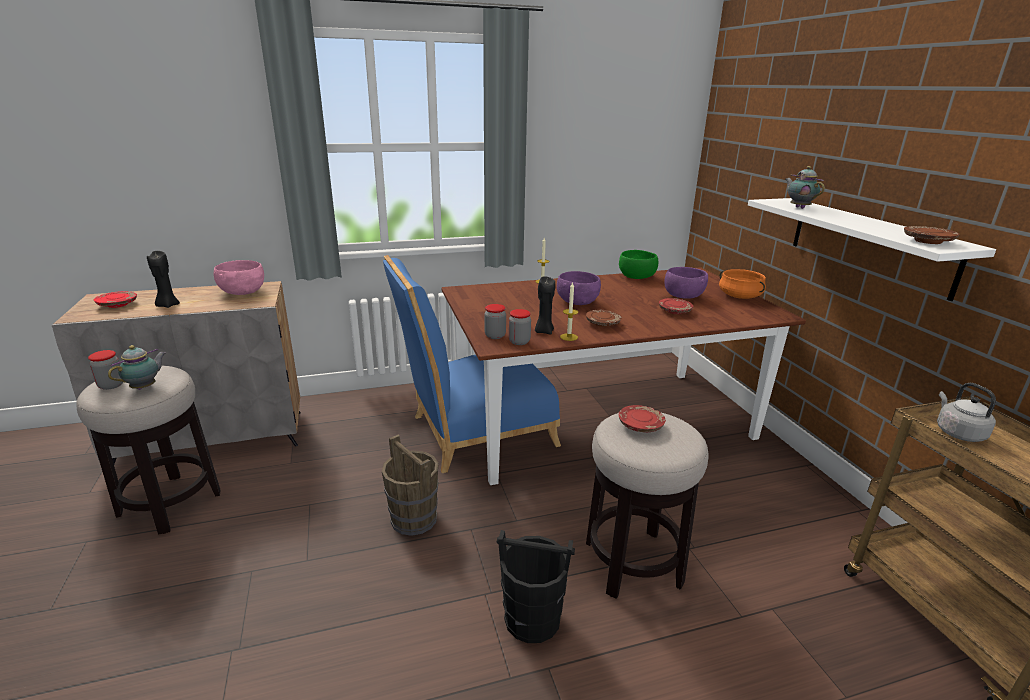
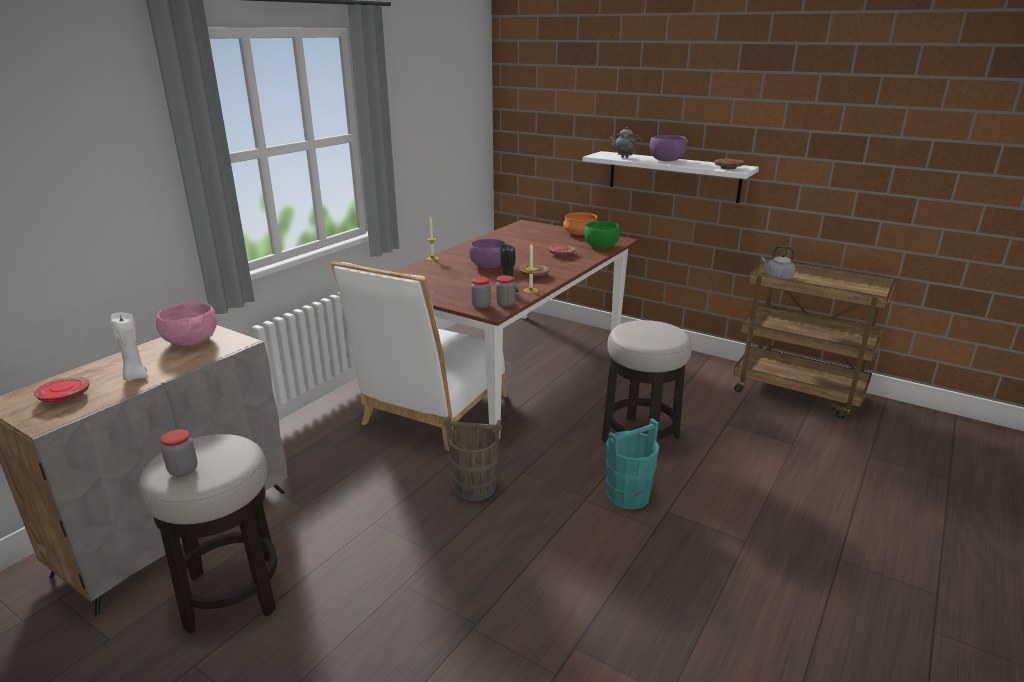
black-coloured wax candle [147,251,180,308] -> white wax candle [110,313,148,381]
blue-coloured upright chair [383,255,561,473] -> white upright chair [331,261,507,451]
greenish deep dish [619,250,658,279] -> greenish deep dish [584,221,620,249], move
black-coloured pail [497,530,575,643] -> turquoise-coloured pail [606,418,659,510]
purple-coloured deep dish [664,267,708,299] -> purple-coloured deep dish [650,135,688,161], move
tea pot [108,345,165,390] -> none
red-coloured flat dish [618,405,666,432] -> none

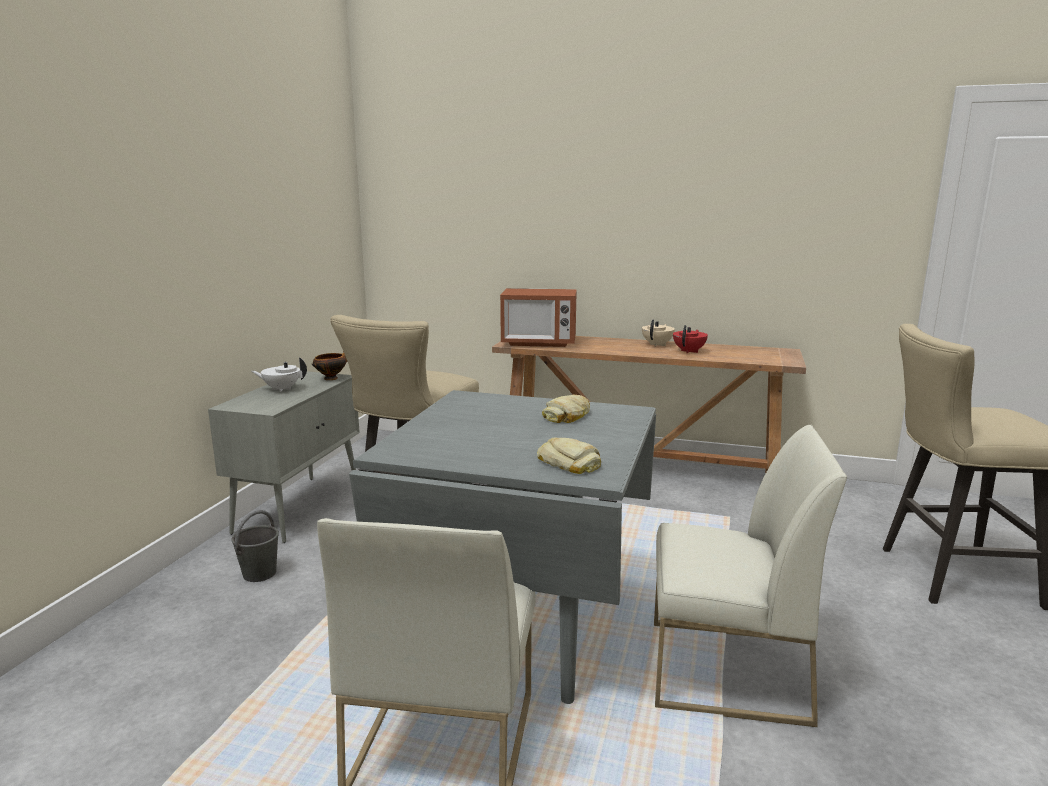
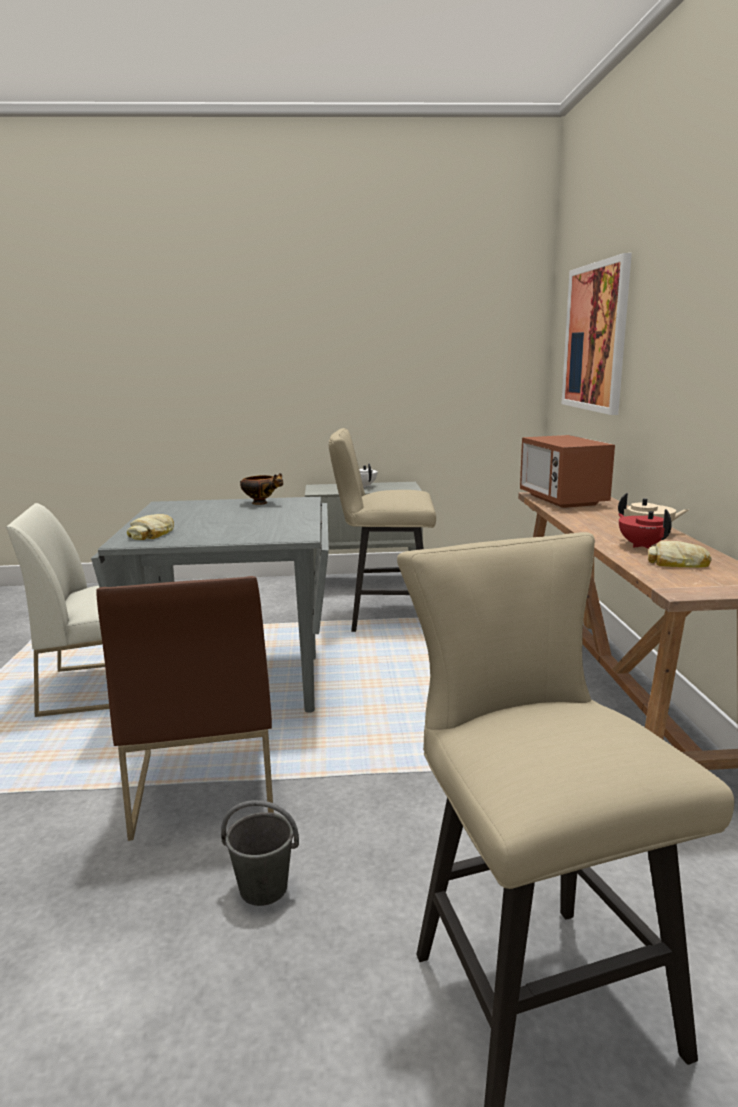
white upright chair [654,425,847,727] -> brown-coloured upright chair [96,576,274,841]
greyish pail [231,510,279,582] -> greyish pail [221,800,299,906], move
deep dish [312,351,347,380] -> deep dish [240,473,283,505], move
none -> wall picture [561,253,632,415]
red-coloured tea pot [673,325,708,353] -> red-coloured tea pot [618,509,672,549], 120 degrees counterclockwise
bakery bread [542,395,590,423] -> bakery bread [648,541,712,568], move

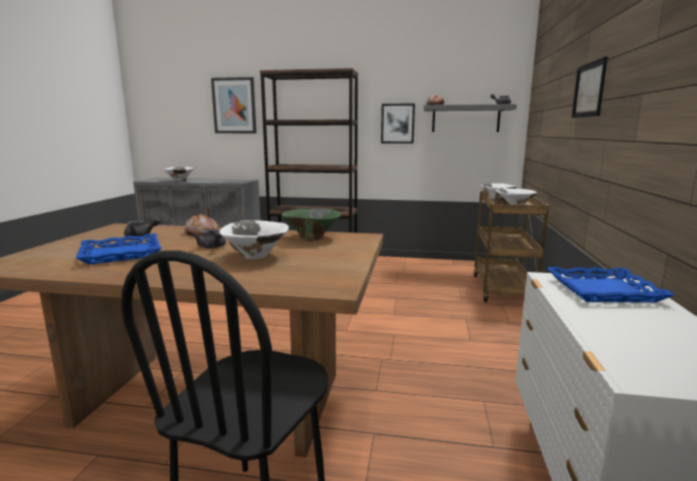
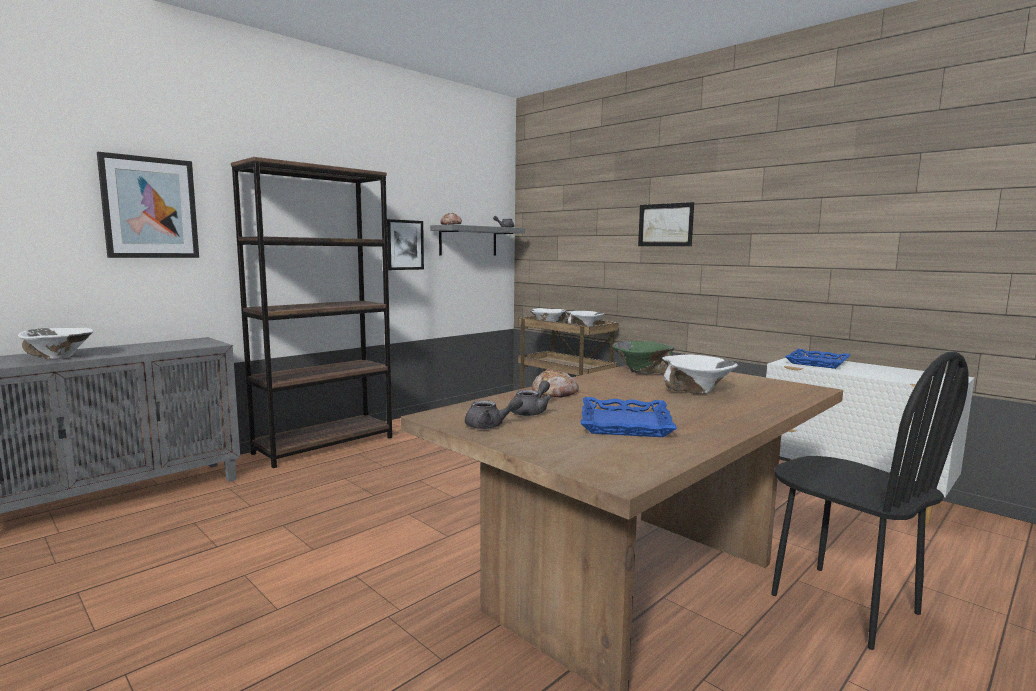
greyish tea pot [193,229,226,249] -> greyish tea pot [465,397,523,429], move

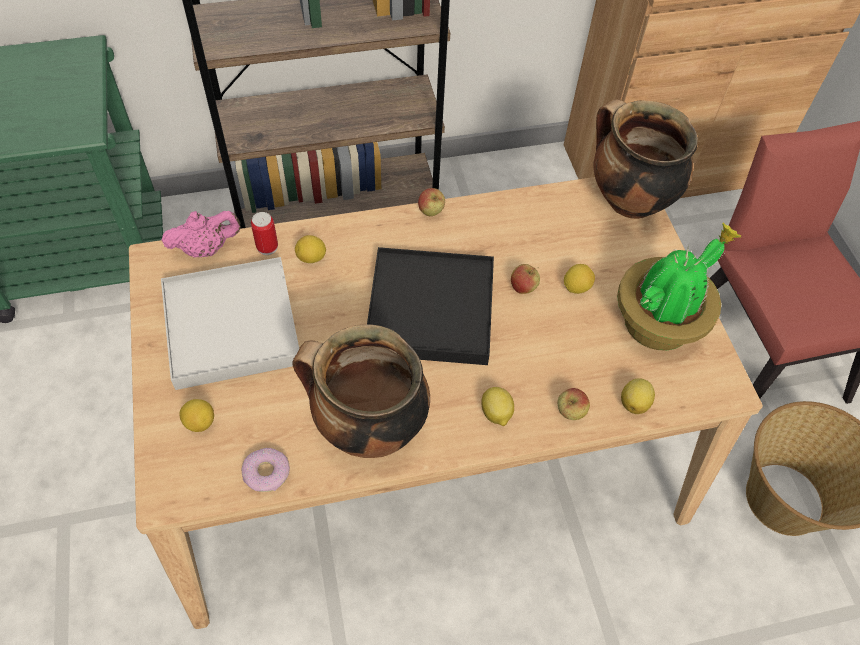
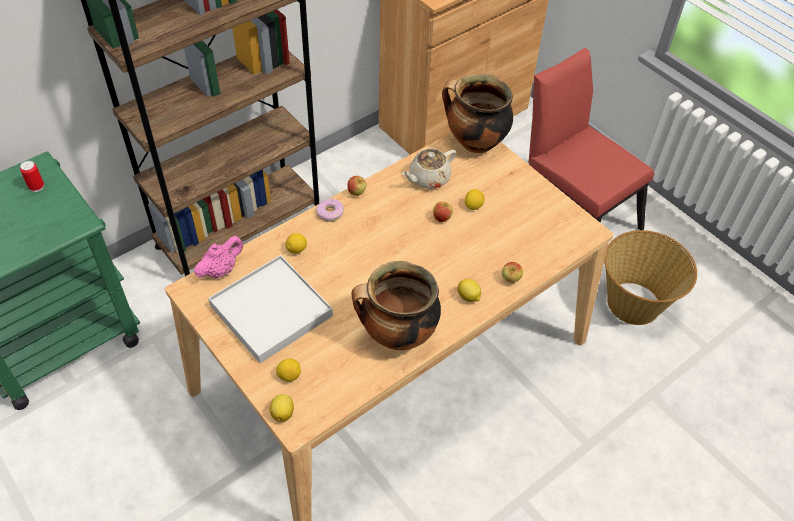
sealed can [251,212,278,255] -> sealed can [20,161,44,192], move
lemon [621,379,655,414] -> lemon [270,394,294,422], move
donut [242,448,290,492] -> donut [316,199,344,221], move
none -> beige-coloured tea pot [402,149,456,188]
black-coloured carrying tray [367,247,494,365] -> none
plant in a pot [617,222,741,350] -> none

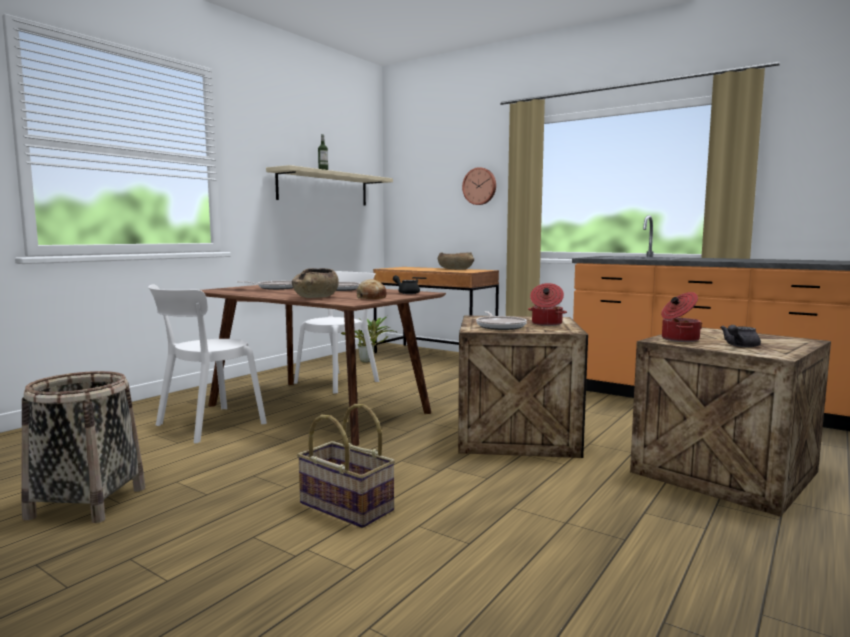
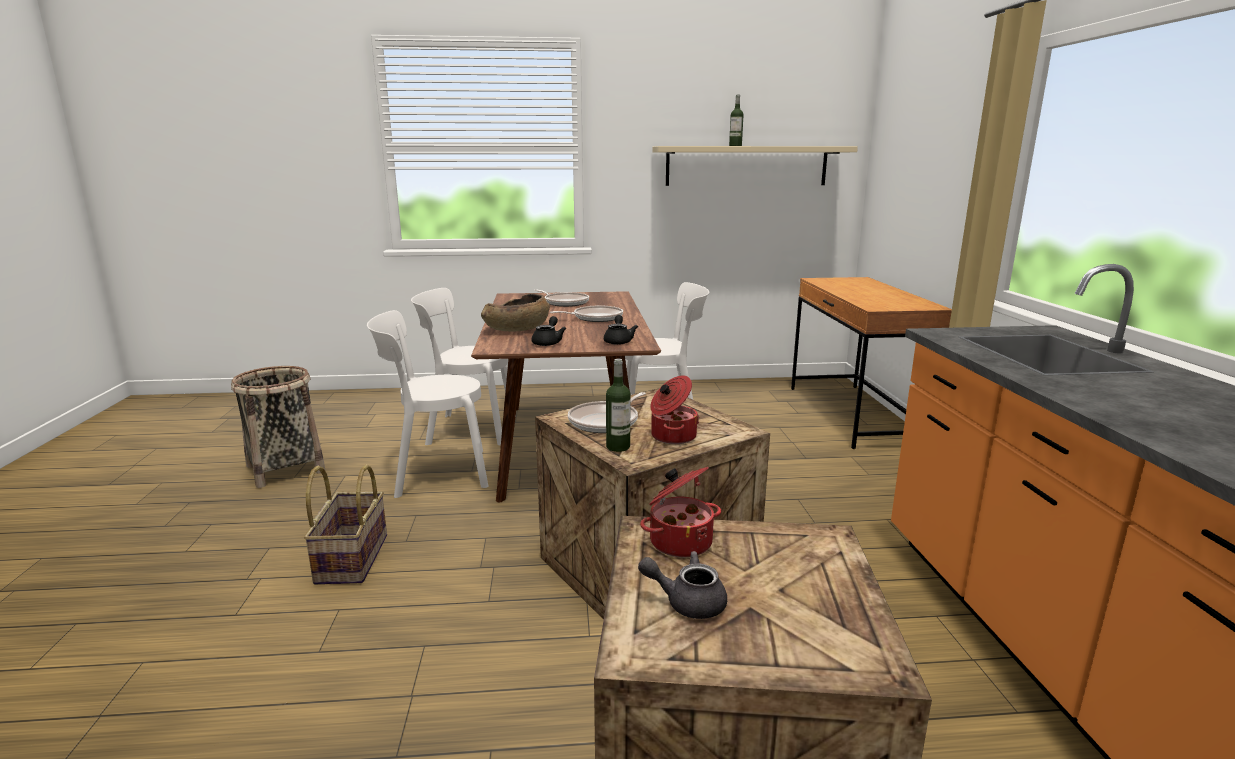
none -> white upright chair [367,310,488,498]
bakery bread [357,279,387,299] -> black-coloured tea pot [532,316,566,346]
none -> beverage bottle [606,359,631,452]
plant in a pot [341,315,398,362] -> none
brown-coloured deep dish [438,252,474,270] -> none
clock on the wall [462,167,496,205] -> none

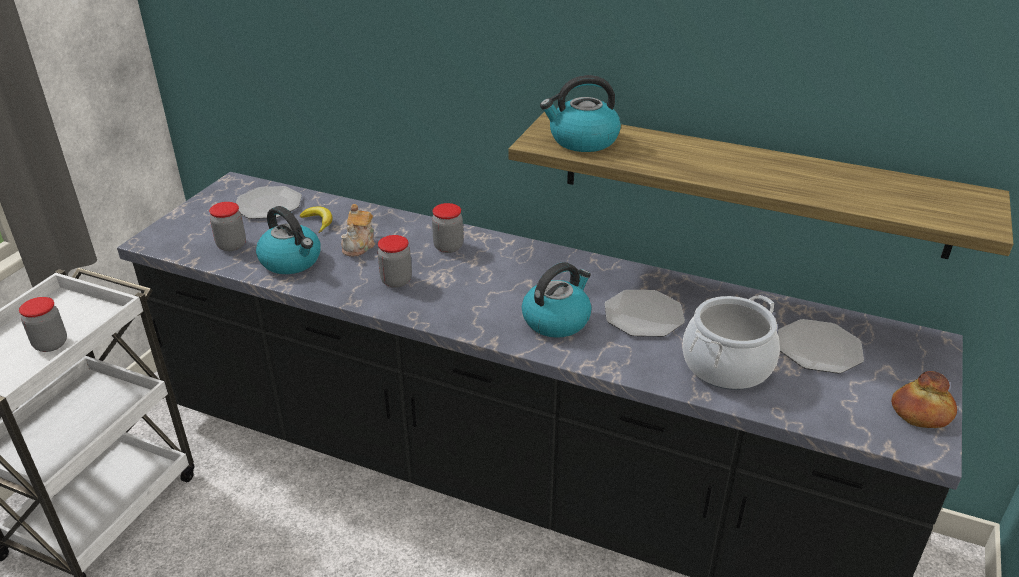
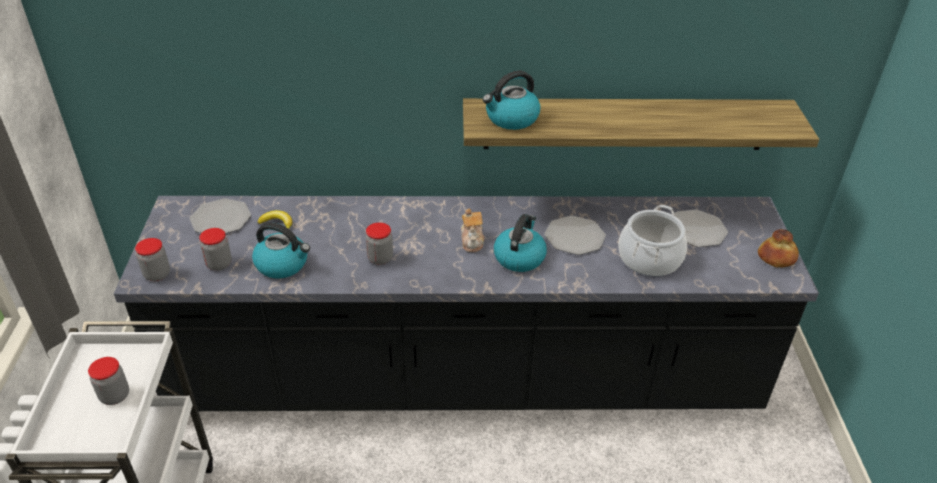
jar [432,203,463,253] -> jar [135,238,170,281], move
tea pot [341,204,375,257] -> tea pot [461,208,485,252], move

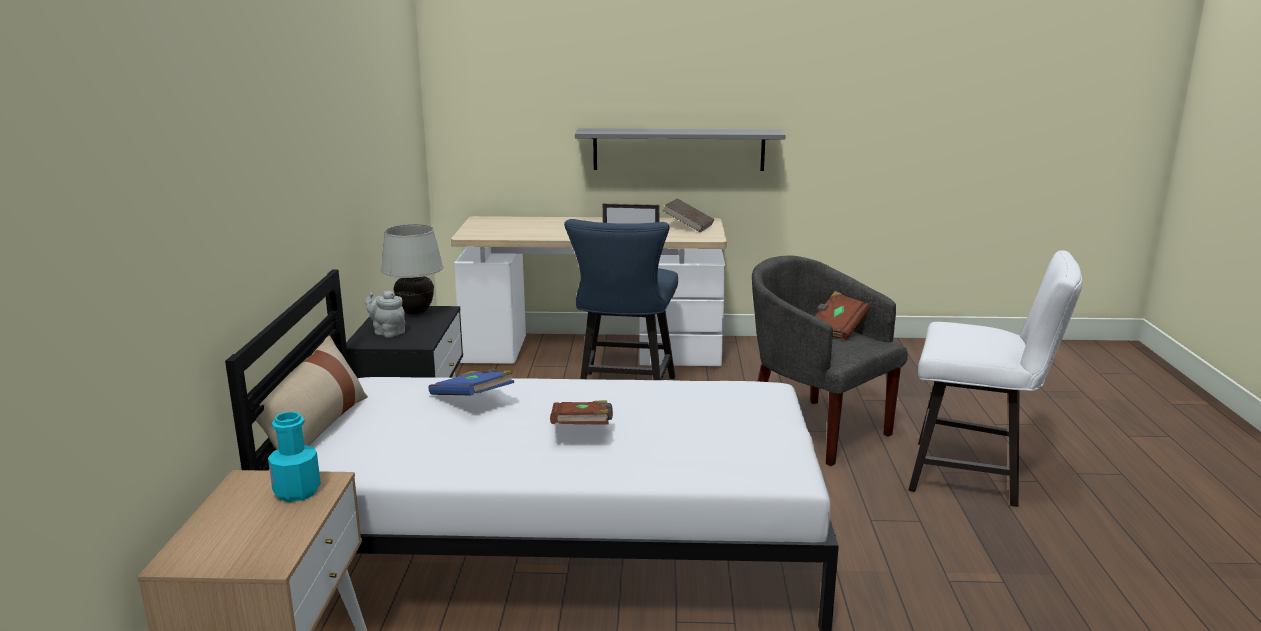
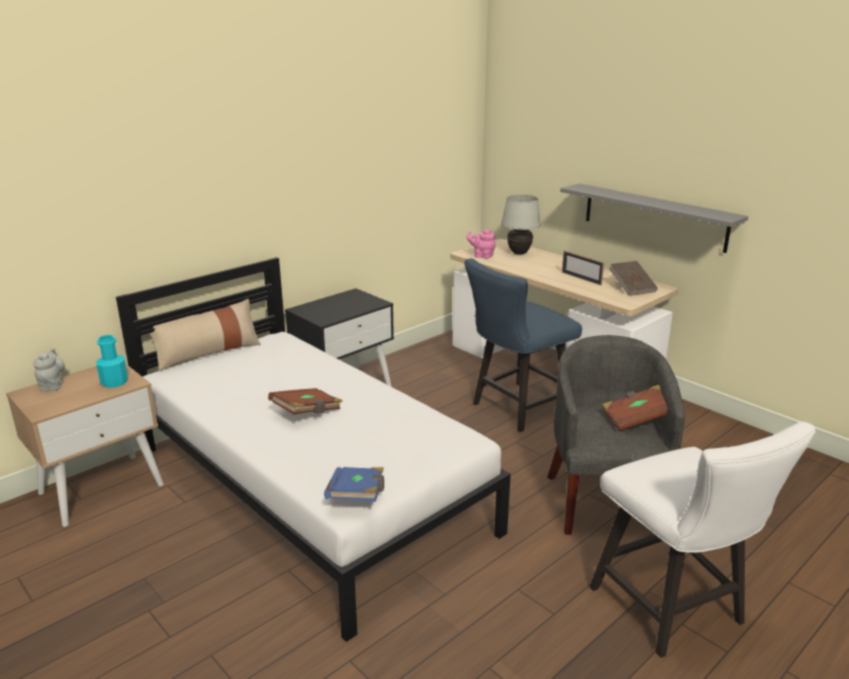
greyish tea pot [365,291,405,338] -> greyish tea pot [33,347,65,392], move
blue-coloured book [428,369,514,395] -> blue-coloured book [324,467,384,502], move
none -> pink tea pot [466,229,496,259]
white lamp for a table [381,224,443,315] -> white lamp for a table [501,195,541,255], move

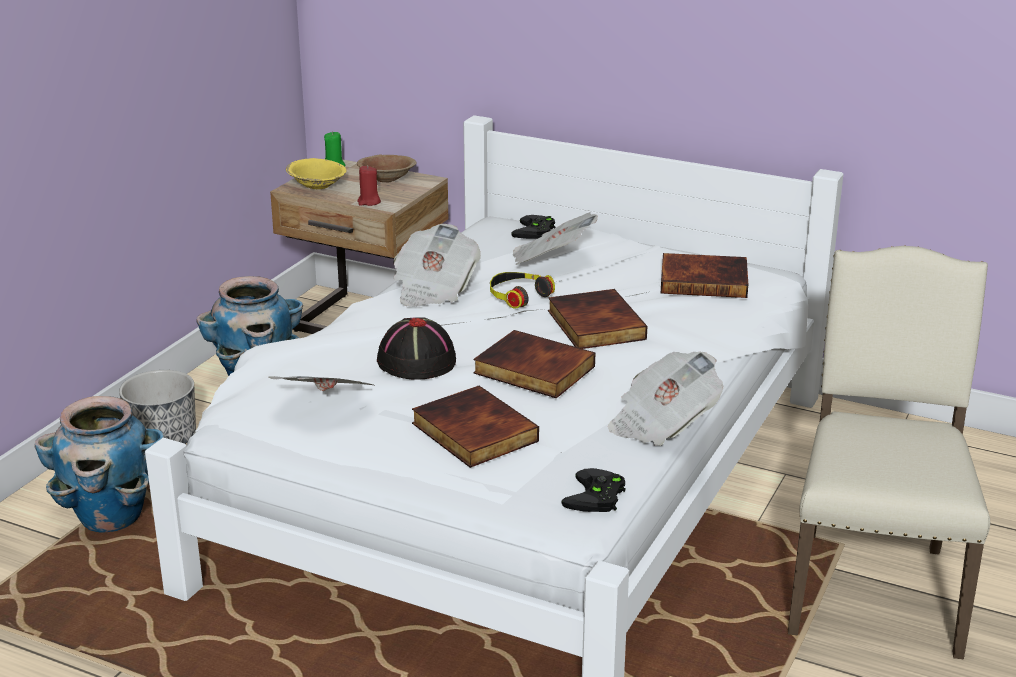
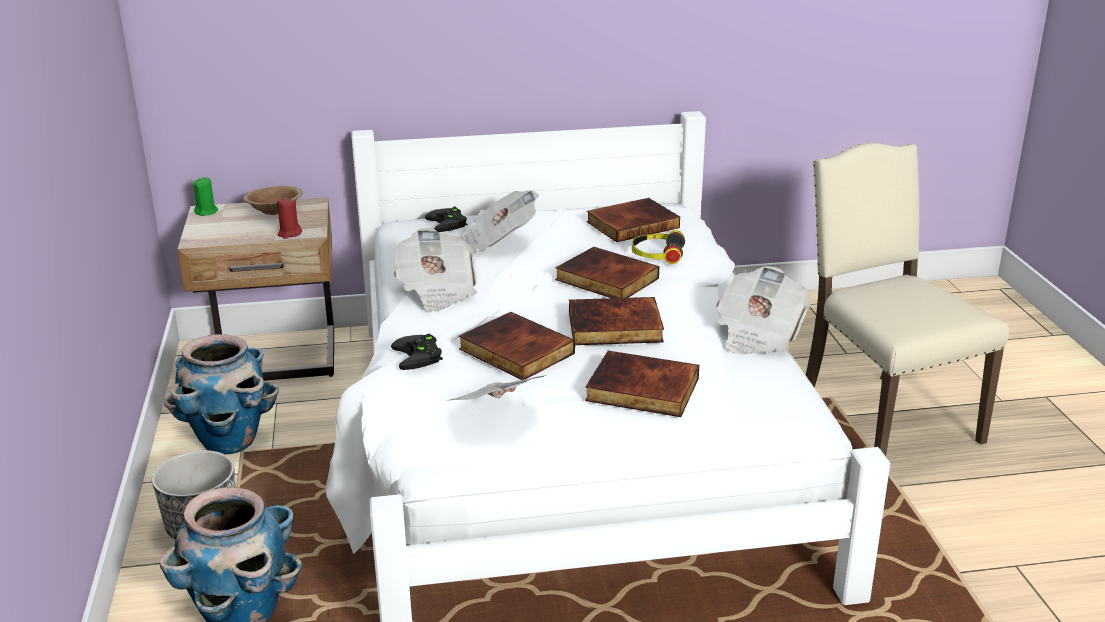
black-coloured gamepad [562,468,626,512] -> black-coloured gamepad [391,334,443,370], move
black-coloured clothing hat [377,317,456,380] -> book [459,312,575,380]
headphones [490,272,555,309] -> headphones [632,230,685,264], move
yellowish deep dish [286,158,346,189] -> none

